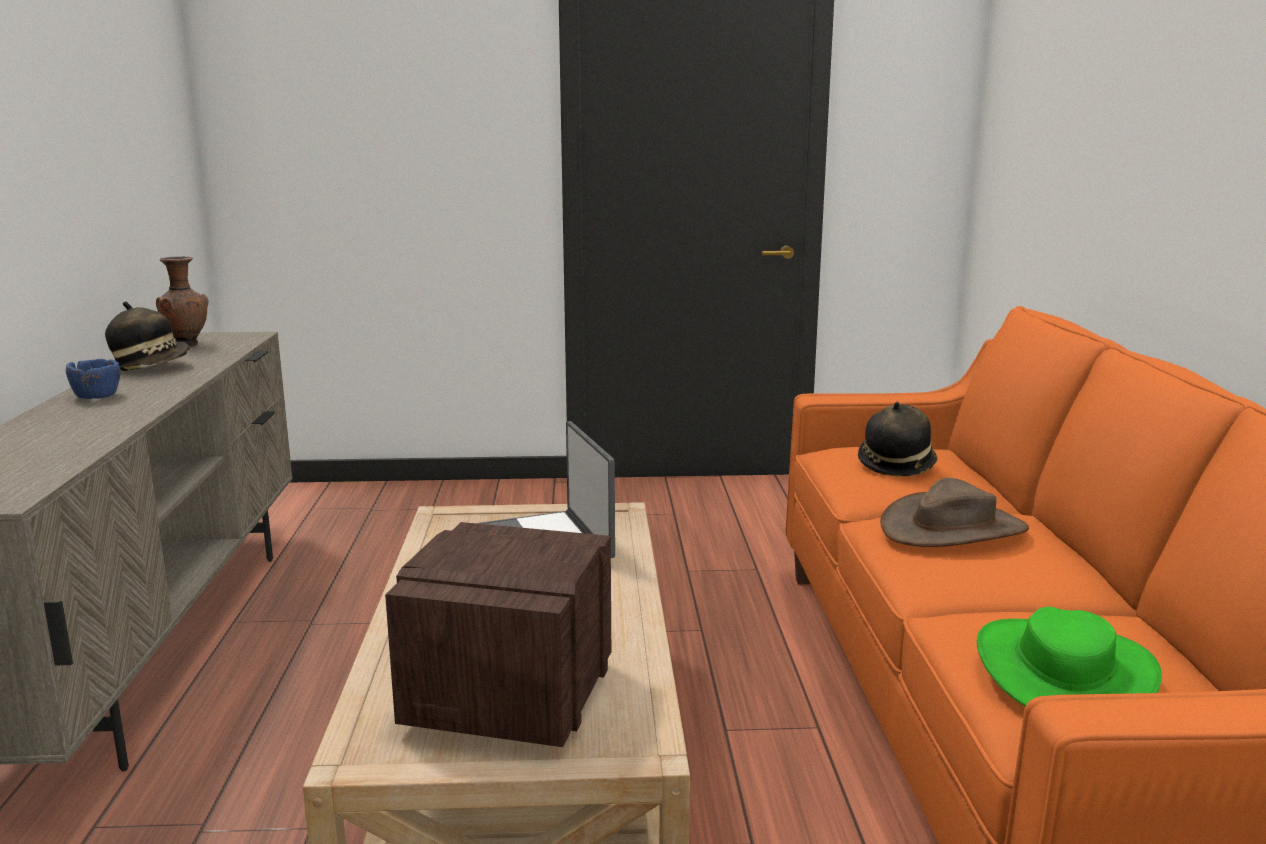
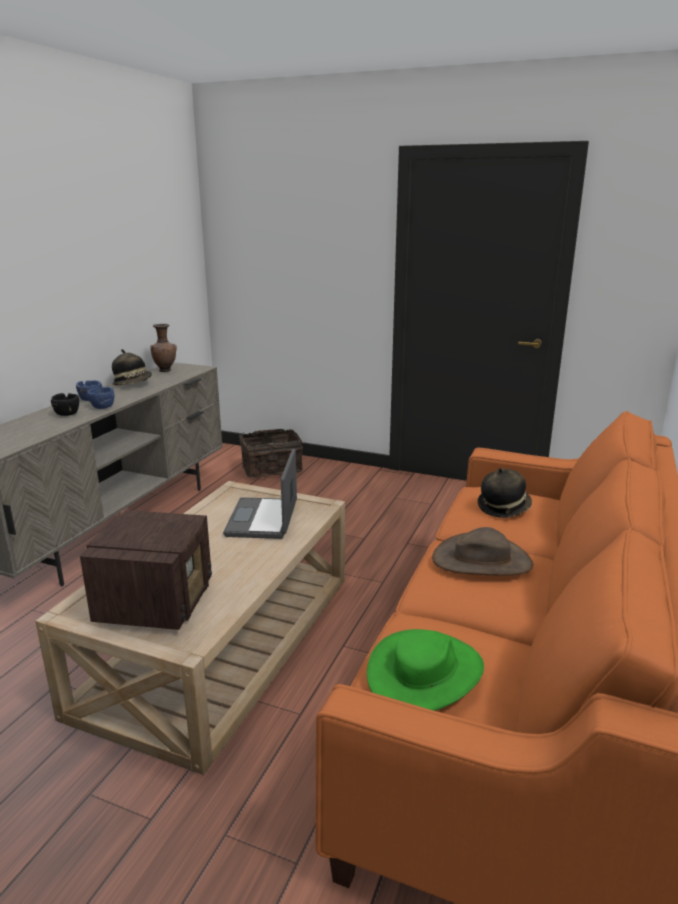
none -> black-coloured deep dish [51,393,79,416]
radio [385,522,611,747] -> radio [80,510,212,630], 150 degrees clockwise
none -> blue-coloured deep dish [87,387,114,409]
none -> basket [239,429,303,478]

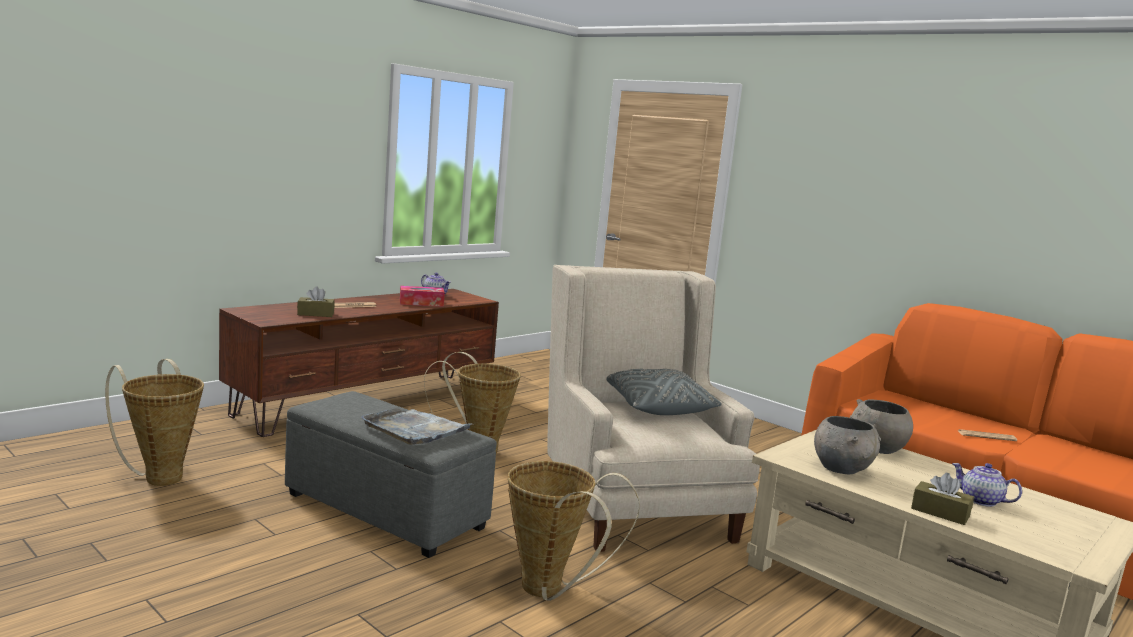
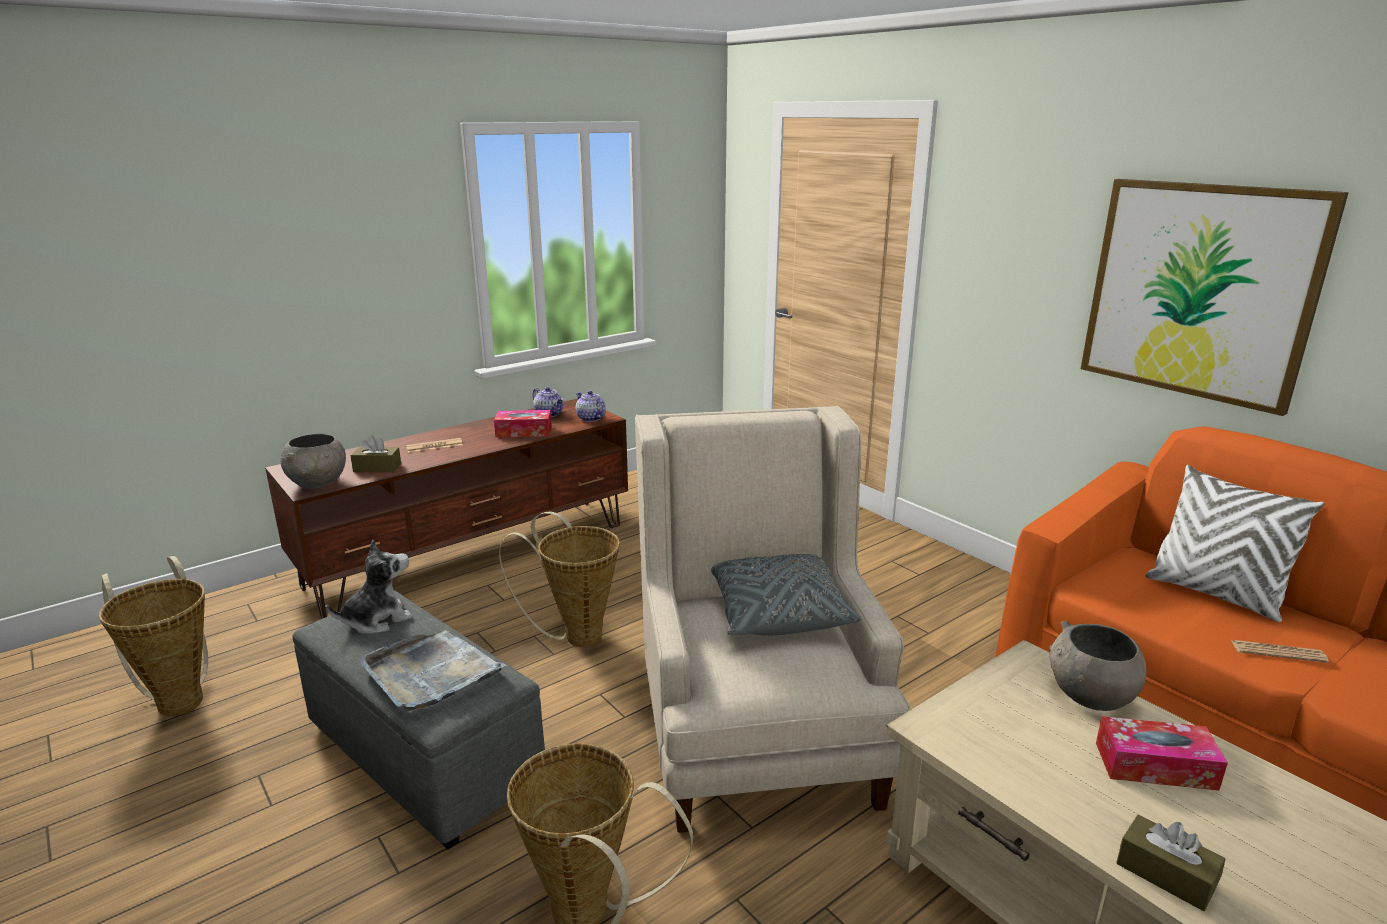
greyish deep dish [814,416,881,474] -> greyish deep dish [280,434,346,489], move
none -> soft toy [326,540,414,634]
tea pot [952,463,1022,507] -> tea pot [576,391,606,422], move
none -> wall picture [1081,179,1349,416]
none -> tissue box [1096,716,1228,791]
none -> white pillow [1145,465,1325,622]

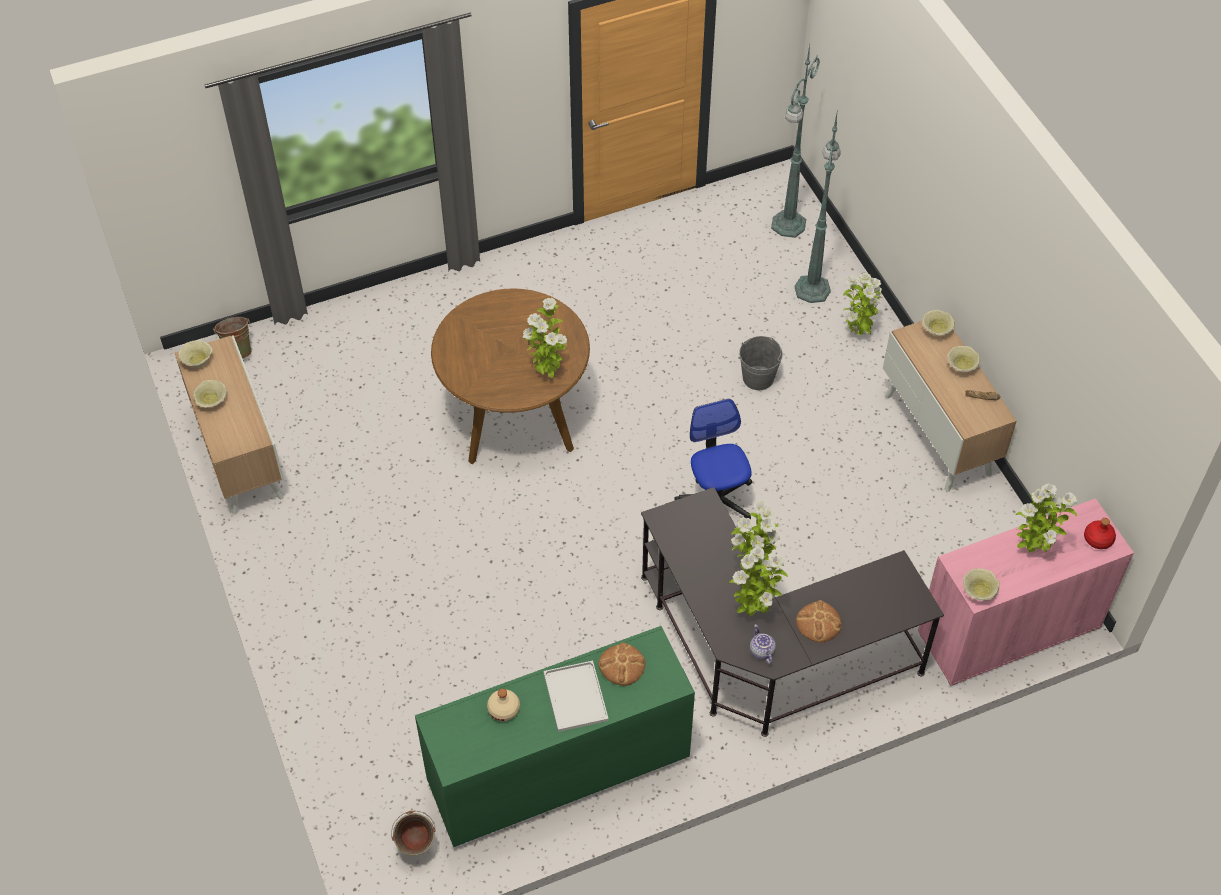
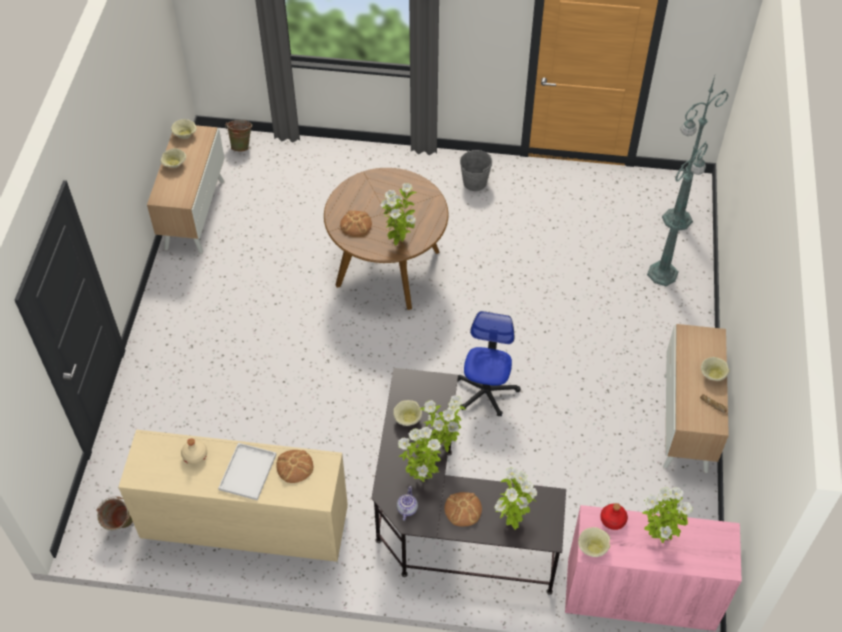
greenish dresser [415,626,695,847] -> beige-coloured dresser [118,430,348,562]
none -> bakery bread [340,211,372,236]
beige-coloured deep dish [922,310,955,336] -> beige-coloured deep dish [393,400,422,426], move
greyish pail [739,336,783,390] -> greyish pail [460,150,492,191], move
plant in a pot [843,273,882,336] -> plant in a pot [494,467,537,530], move
red-coloured beverage bottle [1084,518,1116,549] -> red-coloured beverage bottle [600,503,628,530], move

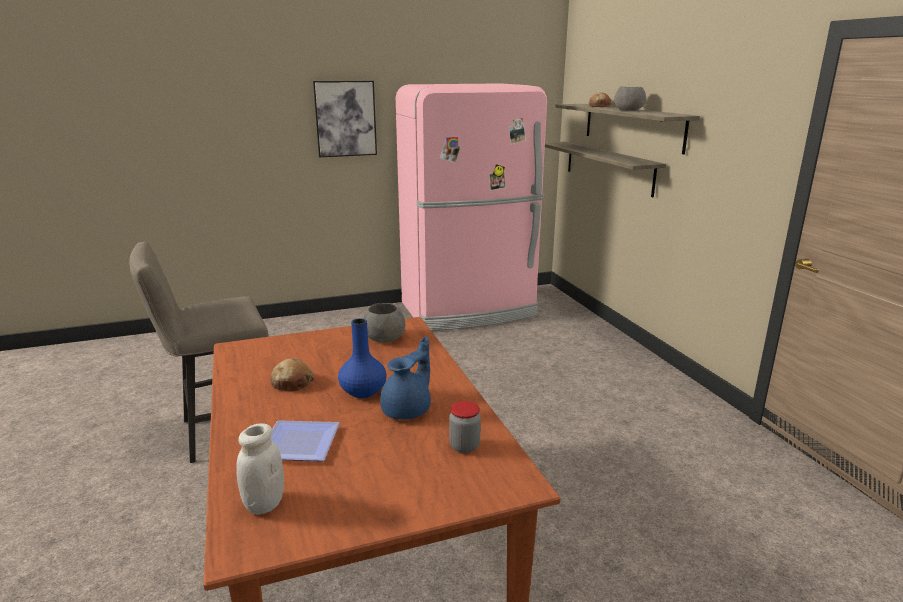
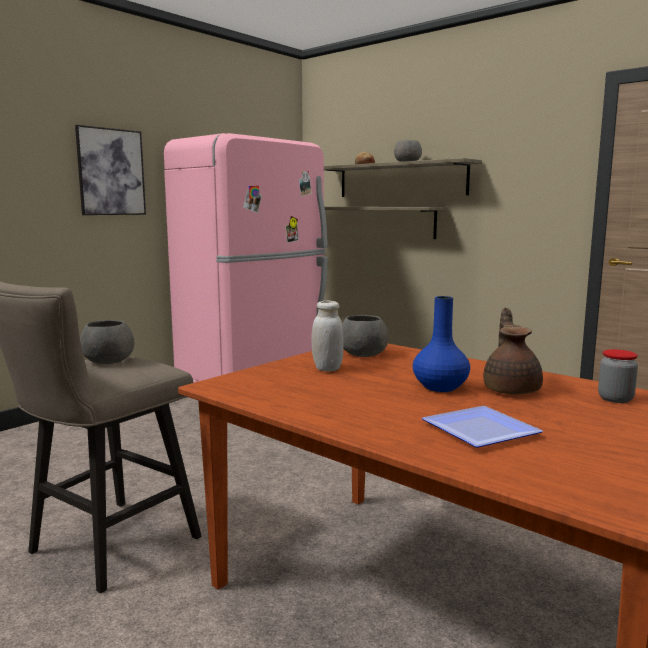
none -> greyish deep dish [80,320,135,364]
white jar [236,423,284,515] -> white jar [311,301,344,371], move
blue-coloured tea pot [380,336,431,419] -> brown-coloured tea pot [483,308,543,395]
bakery bread [270,358,314,391] -> none

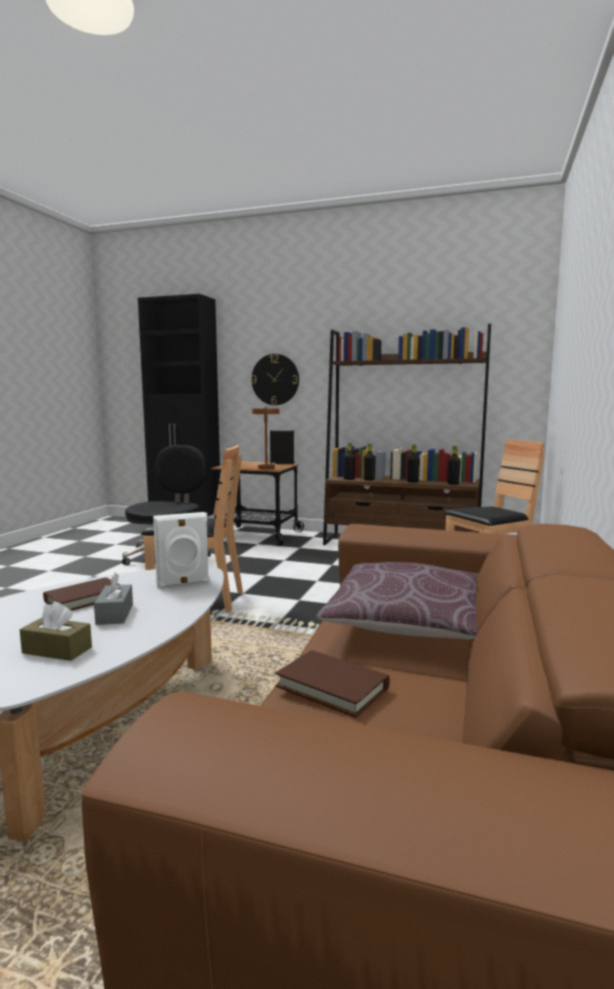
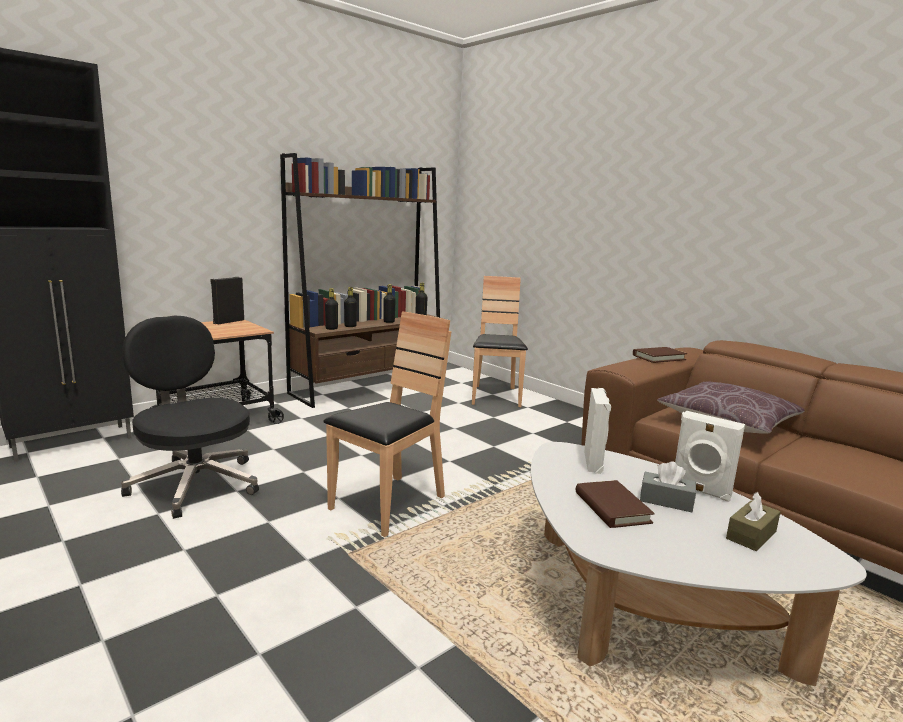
brown-coloured book [275,650,390,718] -> brown-coloured book [633,347,687,363], move
none -> white speaker [675,411,745,502]
clock on the wall [251,354,299,405] -> none
brown-coloured lamp for a table [252,407,280,470] -> none

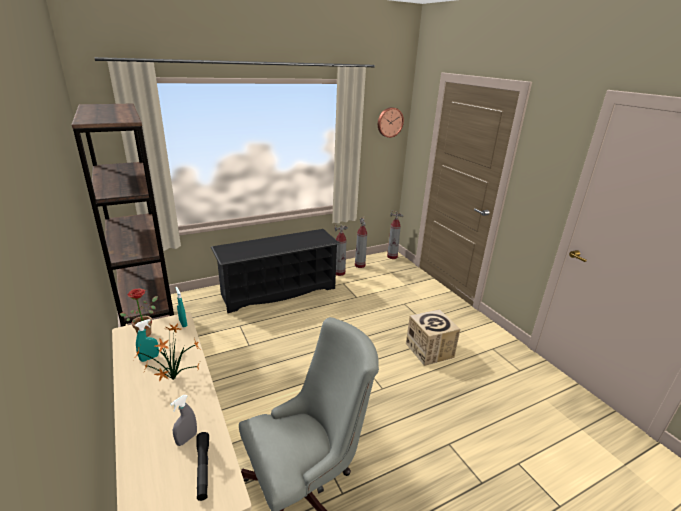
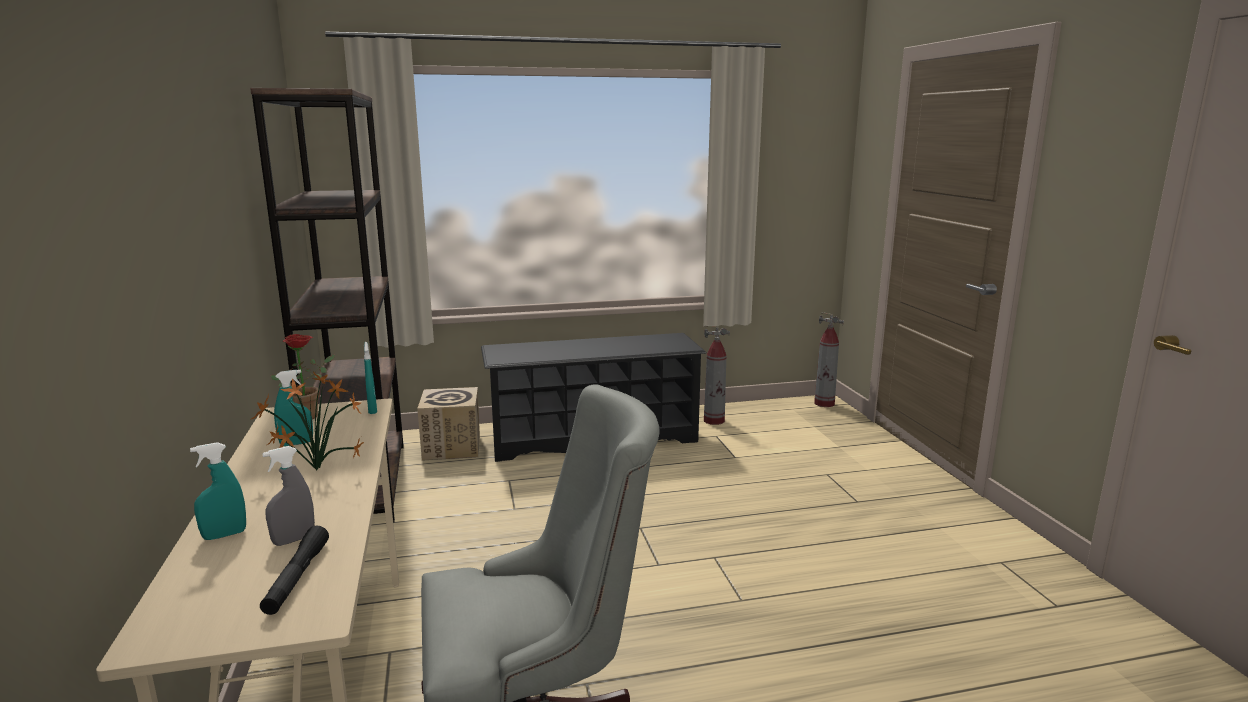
none -> turquoise-coloured spray bottle [190,442,246,540]
carton [406,309,460,366] -> carton [417,387,480,461], move
fire-fighting cylinder [355,217,367,268] -> none
clock on the wall [378,107,404,138] -> none

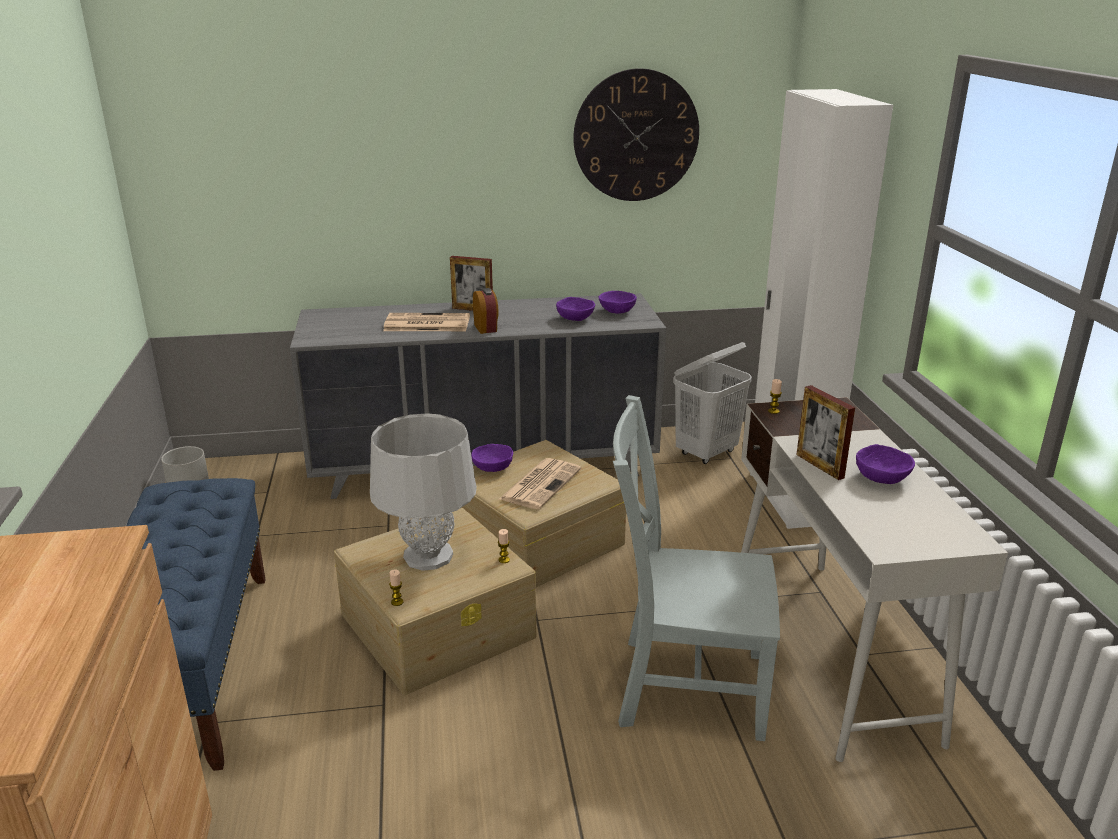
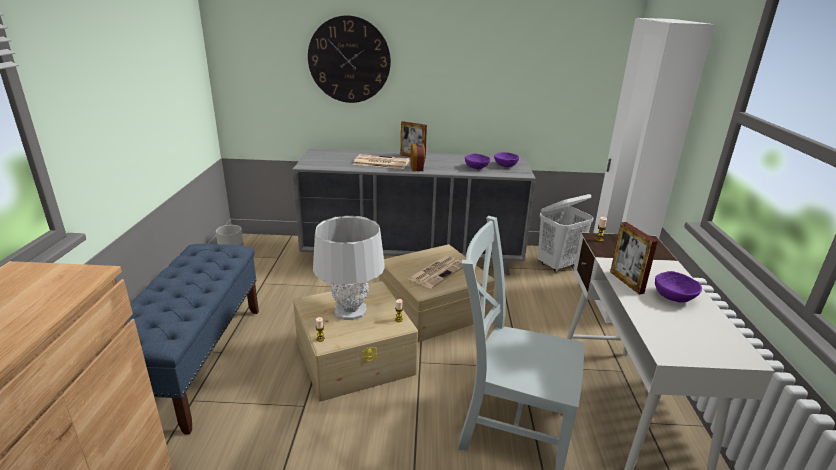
clock on the wall [573,68,699,201] -> clock on the wall [308,15,391,103], move
purple-coloured deep dish [471,444,513,472] -> none

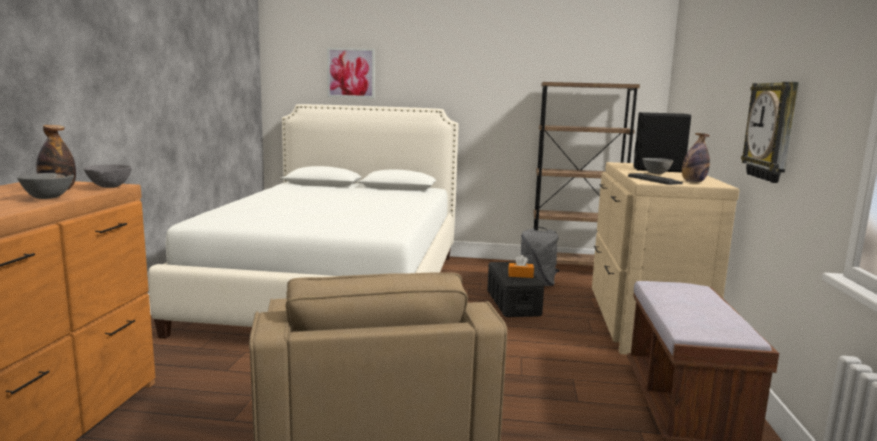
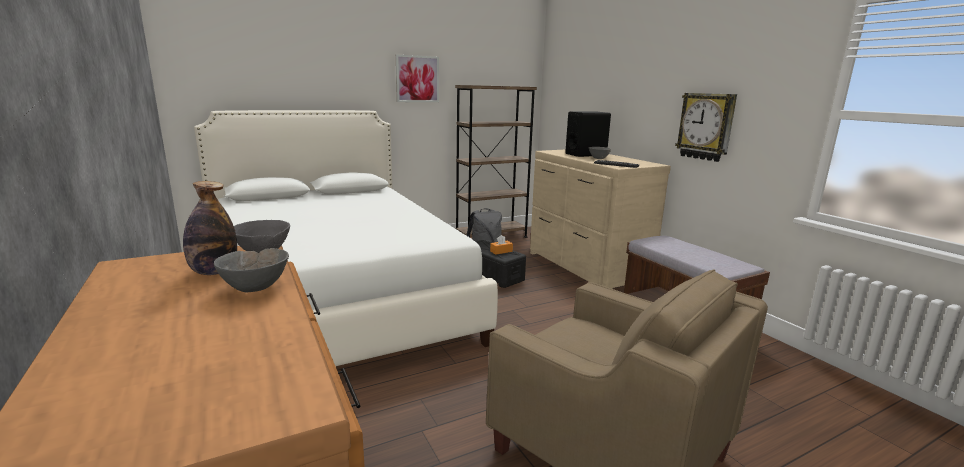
wall picture [327,48,375,98] -> wall picture [396,54,439,102], move
beverage bottle [682,133,710,182] -> none

